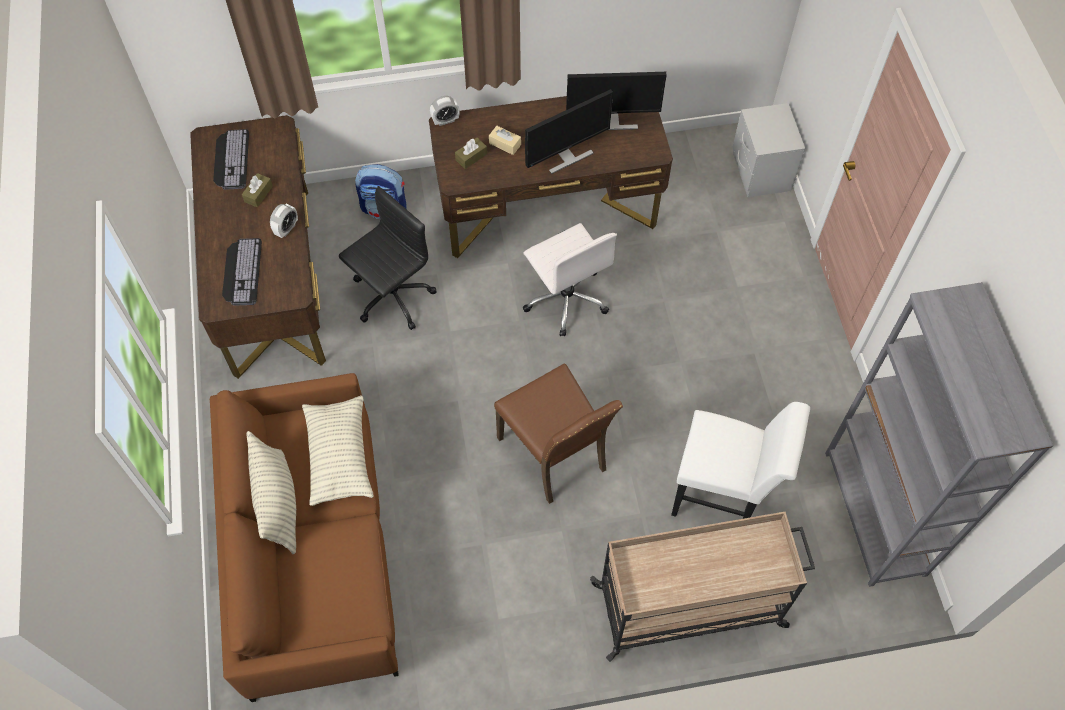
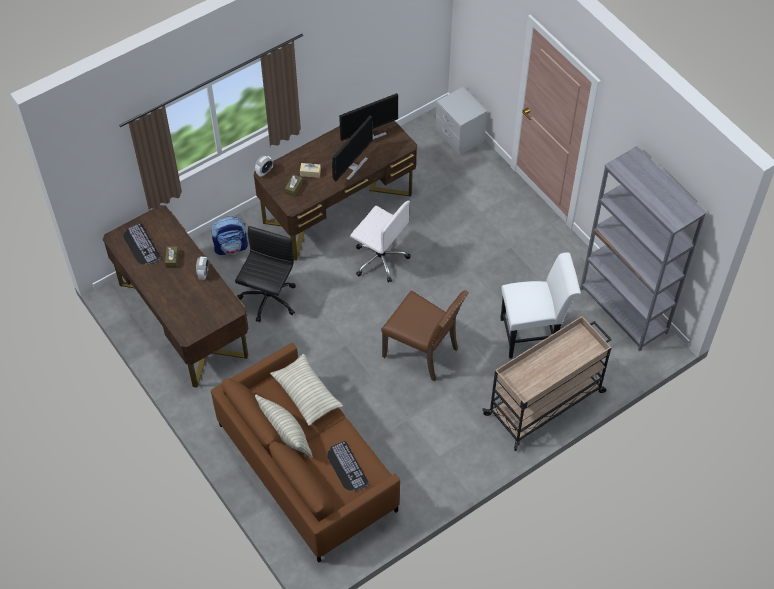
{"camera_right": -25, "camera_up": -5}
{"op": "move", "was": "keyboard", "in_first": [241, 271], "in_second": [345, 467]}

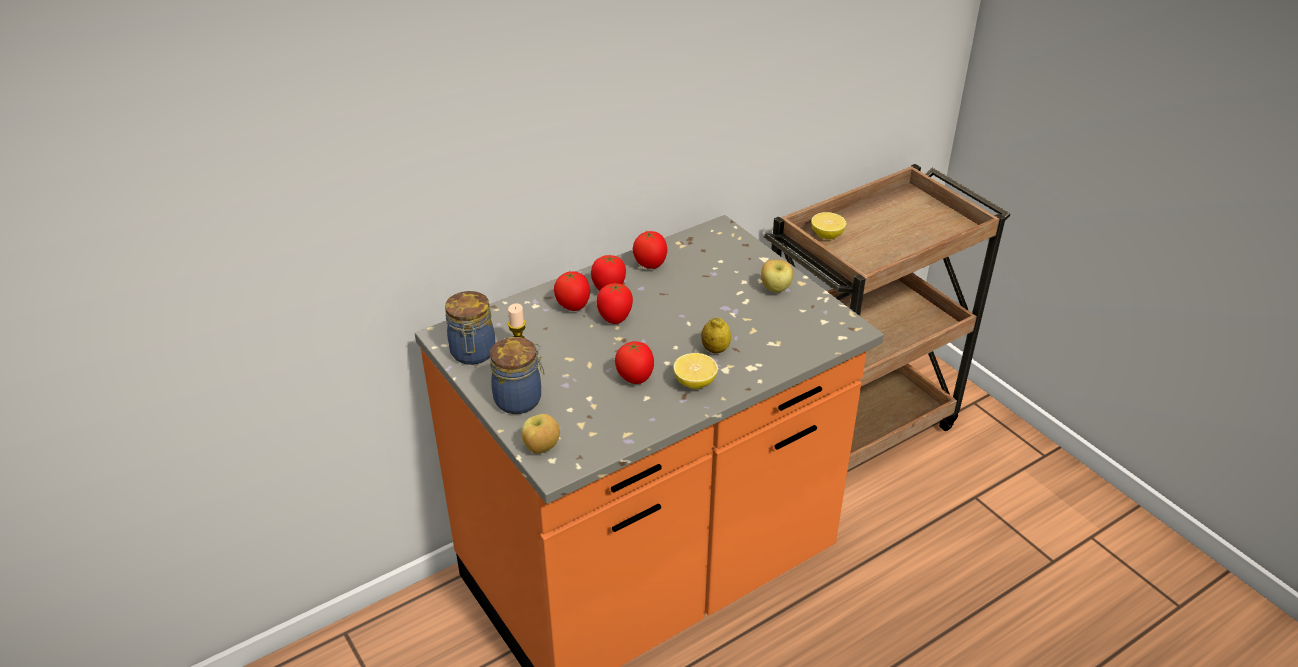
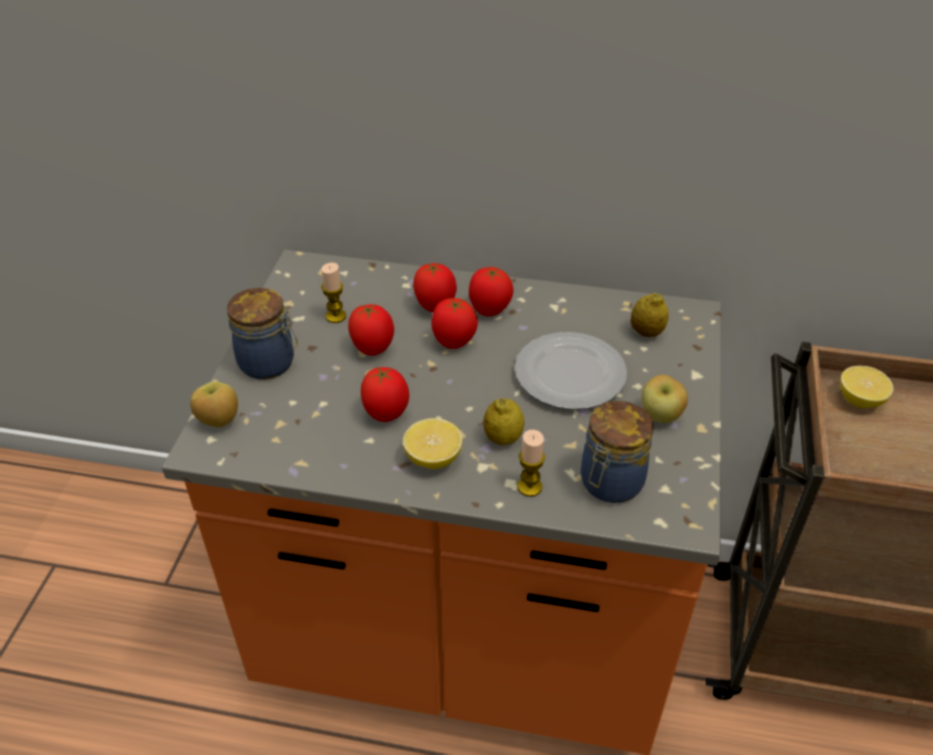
{"camera_right": 45, "camera_up": 5}
{"op": "move", "was": "jar", "in_first": [473, 353], "in_second": [609, 483]}
{"op": "move", "was": "tomato", "in_first": [650, 265], "in_second": [373, 349]}
{"op": "insert", "now": "plate", "in_second": [569, 374]}
{"op": "insert", "now": "candle", "in_second": [529, 487]}
{"op": "insert", "now": "lemon", "in_second": [646, 332]}

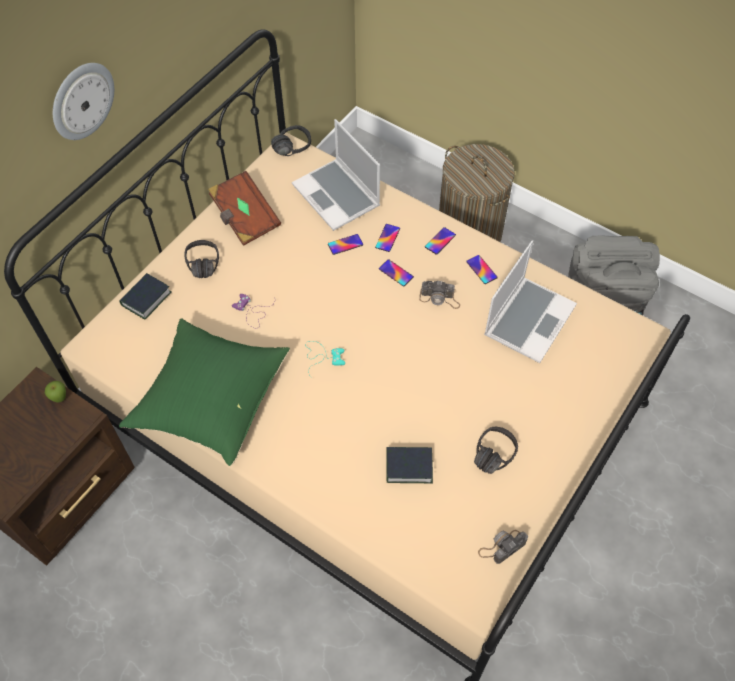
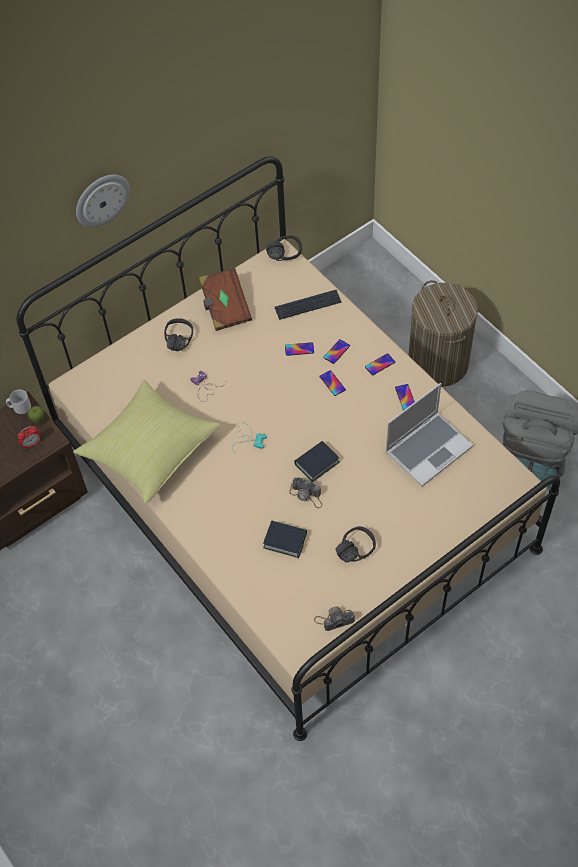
{"camera_right": 20, "camera_up": 0}
{"op": "move", "was": "book", "in_first": [146, 299], "in_second": [316, 463]}
{"op": "recolor", "was": "green pillow", "now": "yellow pillow", "in_first": [210, 400], "in_second": [150, 450]}
{"op": "replace", "was": "laptop", "now": "keyboard", "in_first": [337, 196], "in_second": [308, 305]}
{"op": "move", "was": "photo camera", "in_first": [440, 299], "in_second": [307, 495]}
{"op": "insert", "now": "grey mug", "in_second": [20, 407]}
{"op": "insert", "now": "alarm clock", "in_second": [31, 444]}

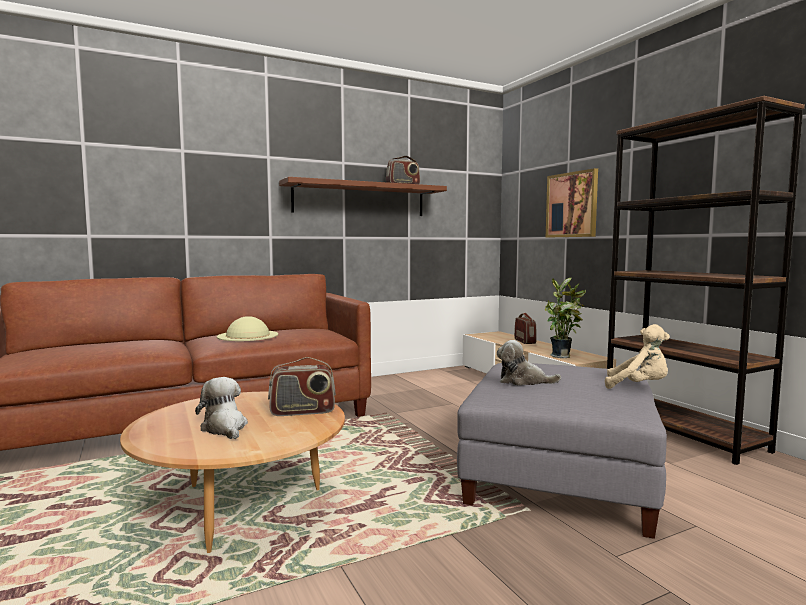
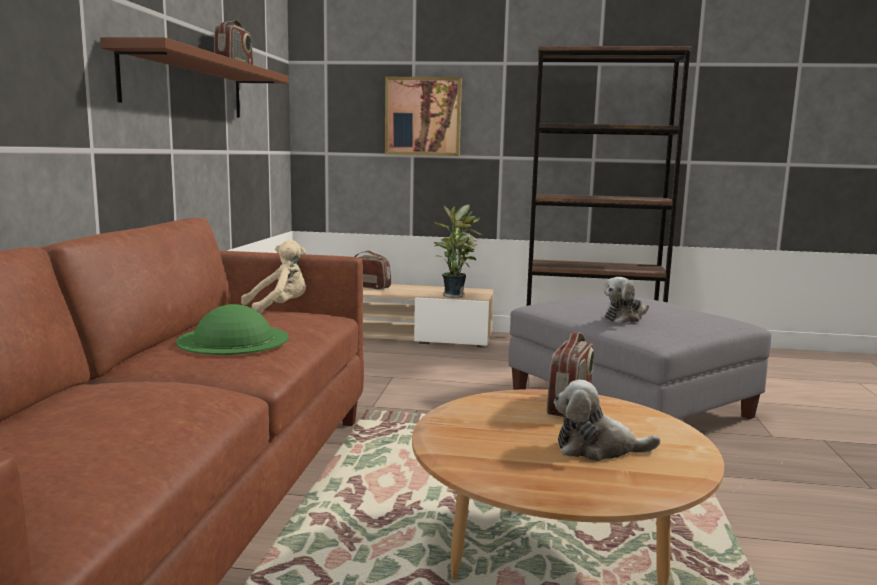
{"camera_right": -55, "camera_up": 5}
{"op": "recolor", "was": "beige hat", "now": "green hat", "in_first": [247, 335], "in_second": [233, 339]}
{"op": "move", "was": "beige plush toy", "in_first": [638, 387], "in_second": [279, 308]}

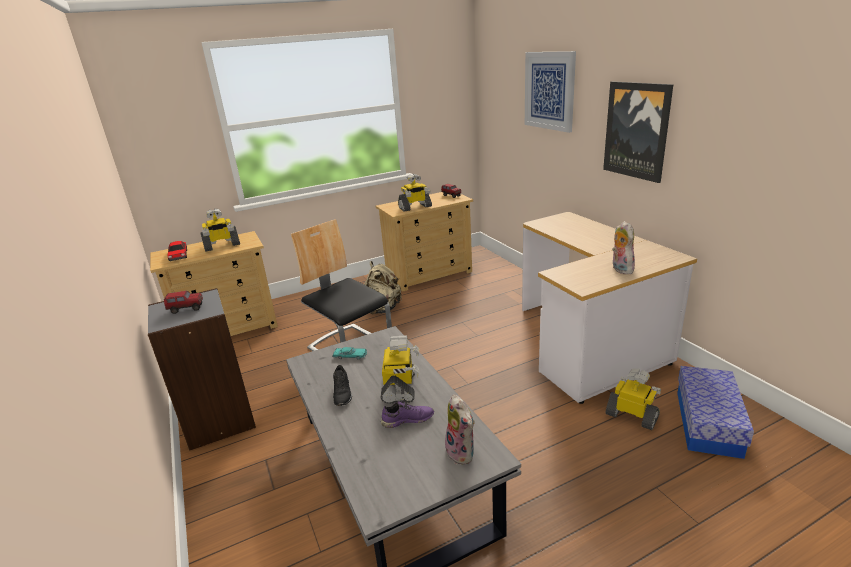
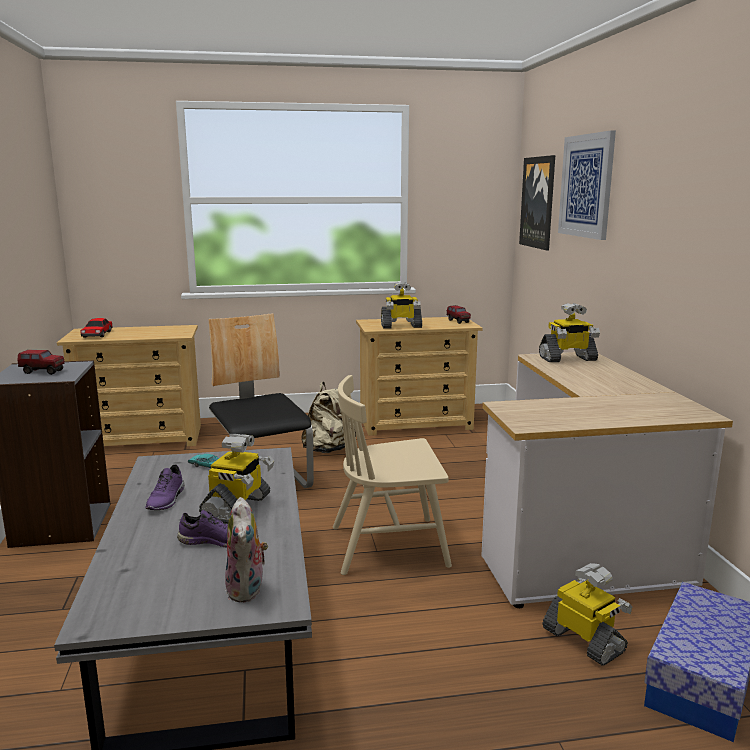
{"camera_right": 15, "camera_up": -10}
{"op": "move", "was": "toy robot", "in_first": [222, 246], "in_second": [567, 359]}
{"op": "recolor", "was": "black shoe", "now": "purple shoe", "in_first": [343, 393], "in_second": [167, 500]}
{"op": "move", "was": "picture", "in_first": [637, 130], "in_second": [538, 202]}
{"op": "delete", "was": "plush toy", "in_first": [620, 269]}
{"op": "insert", "now": "beige chair", "in_second": [389, 545]}

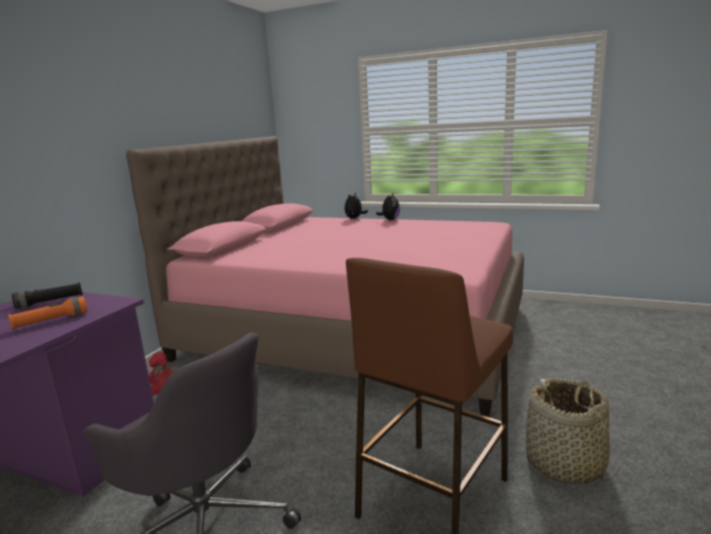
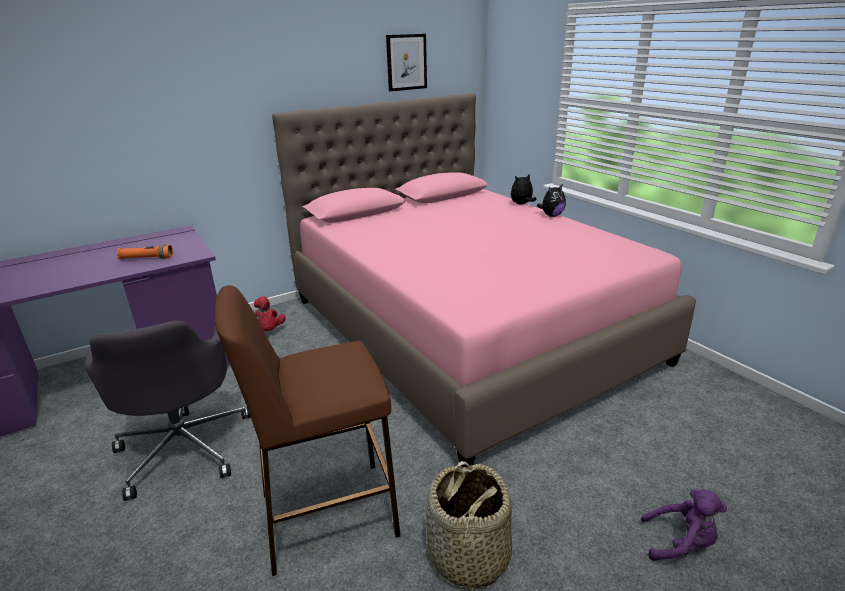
{"camera_right": 35, "camera_up": 10}
{"op": "delete", "was": "black flashlight", "in_first": [50, 302]}
{"op": "insert", "now": "picture", "in_second": [406, 62]}
{"op": "insert", "now": "purple plush toy", "in_second": [680, 543]}

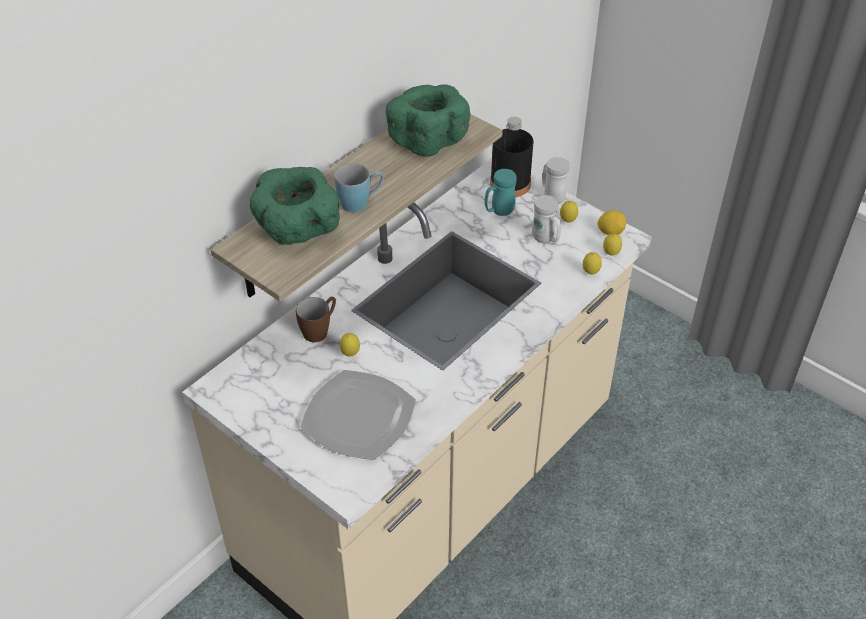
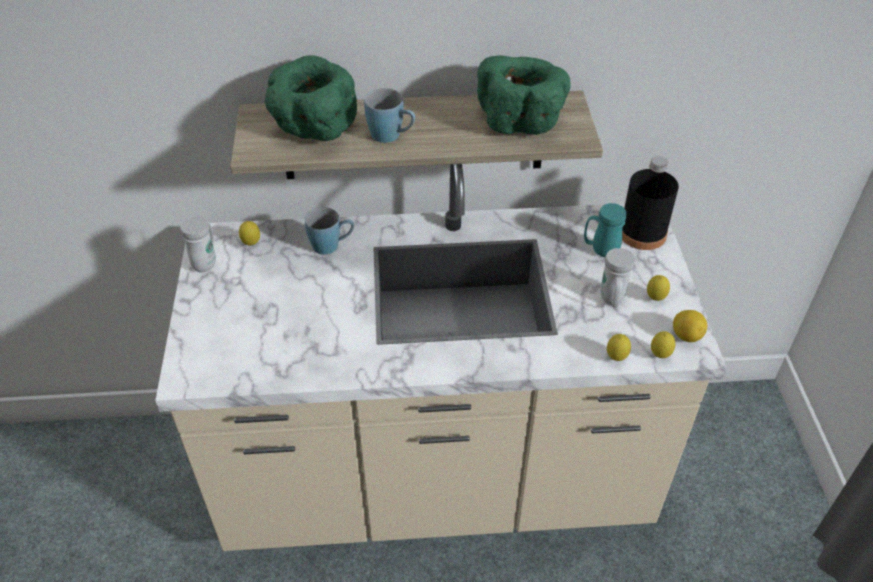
{"camera_right": 45, "camera_up": 0}
{"op": "recolor", "was": "brown mug", "now": "blue mug", "in_first": [319, 329], "in_second": [332, 245]}
{"op": "delete", "was": "plate", "in_first": [360, 417]}
{"op": "move", "was": "lemon", "in_first": [350, 354], "in_second": [251, 244]}
{"op": "move", "was": "white mug", "in_first": [551, 196], "in_second": [206, 261]}

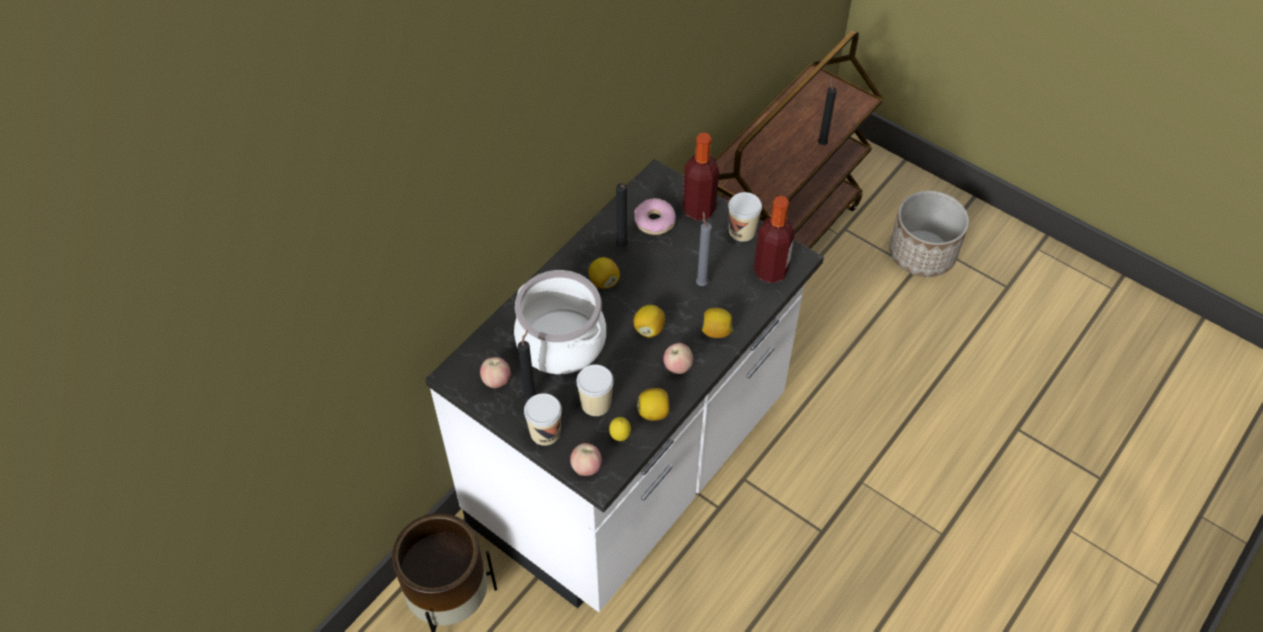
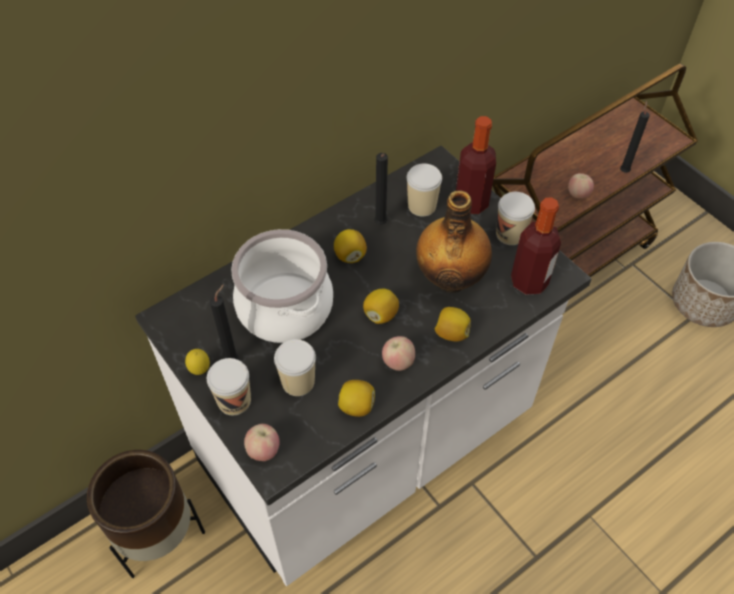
{"camera_right": 15, "camera_up": 0}
{"op": "move", "was": "apple", "in_first": [496, 381], "in_second": [578, 194]}
{"op": "move", "was": "lemon", "in_first": [620, 437], "in_second": [200, 370]}
{"op": "replace", "was": "donut", "now": "cup", "in_first": [654, 221], "in_second": [422, 206]}
{"op": "replace", "was": "grey candle", "now": "bottle", "in_first": [701, 282], "in_second": [451, 278]}

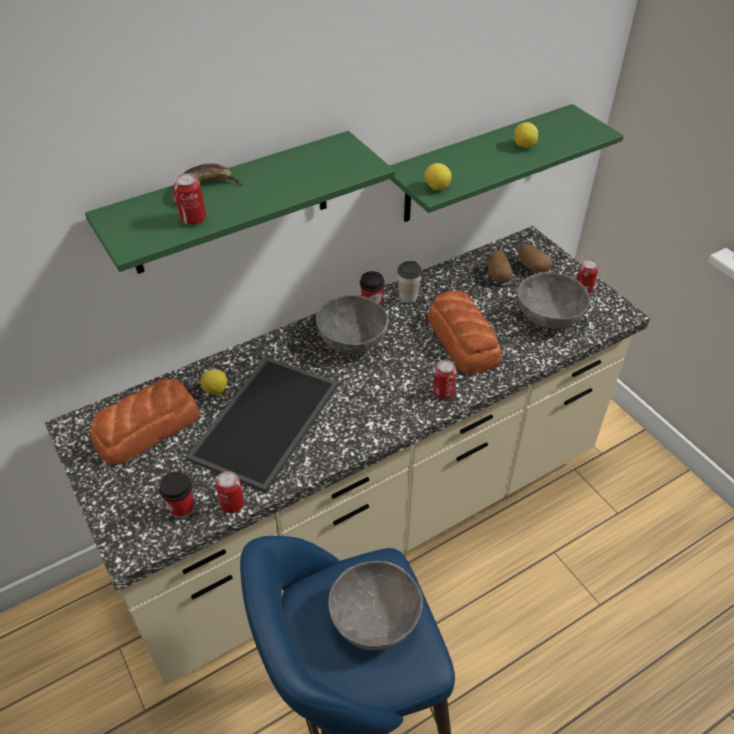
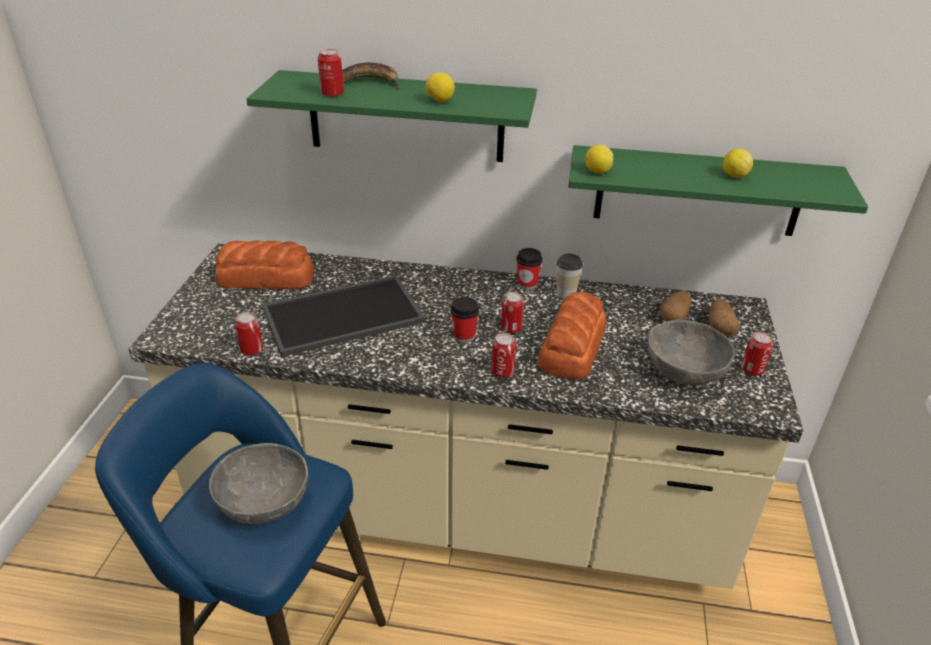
{"camera_right": 40, "camera_up": -10}
{"op": "move", "was": "cup", "in_first": [182, 508], "in_second": [464, 336]}
{"op": "move", "was": "lemon", "in_first": [215, 390], "in_second": [439, 101]}
{"op": "delete", "was": "grey bowl", "in_first": [352, 340]}
{"op": "insert", "now": "can", "in_second": [511, 328]}

